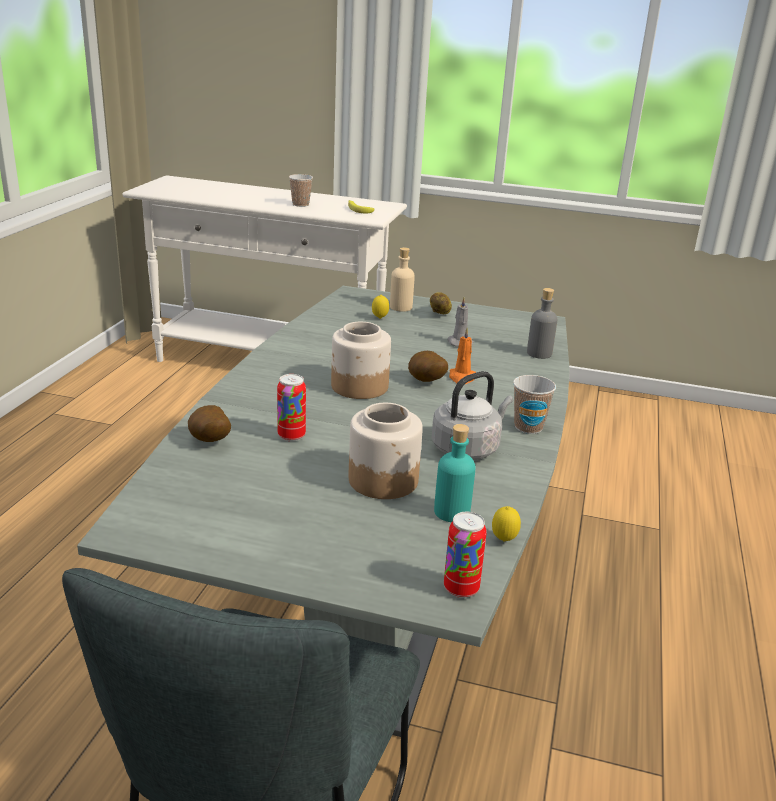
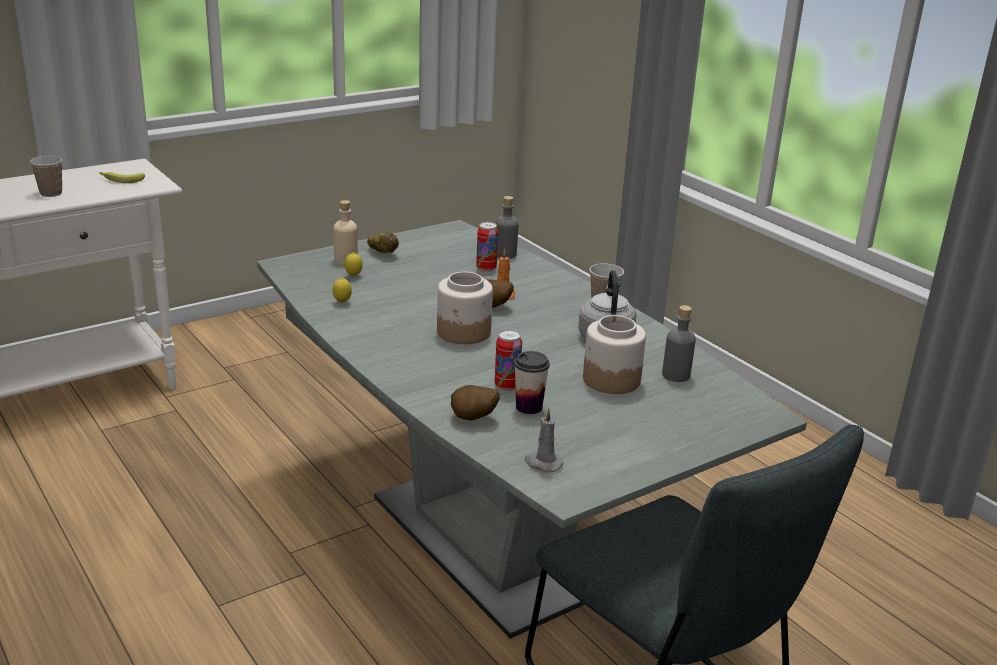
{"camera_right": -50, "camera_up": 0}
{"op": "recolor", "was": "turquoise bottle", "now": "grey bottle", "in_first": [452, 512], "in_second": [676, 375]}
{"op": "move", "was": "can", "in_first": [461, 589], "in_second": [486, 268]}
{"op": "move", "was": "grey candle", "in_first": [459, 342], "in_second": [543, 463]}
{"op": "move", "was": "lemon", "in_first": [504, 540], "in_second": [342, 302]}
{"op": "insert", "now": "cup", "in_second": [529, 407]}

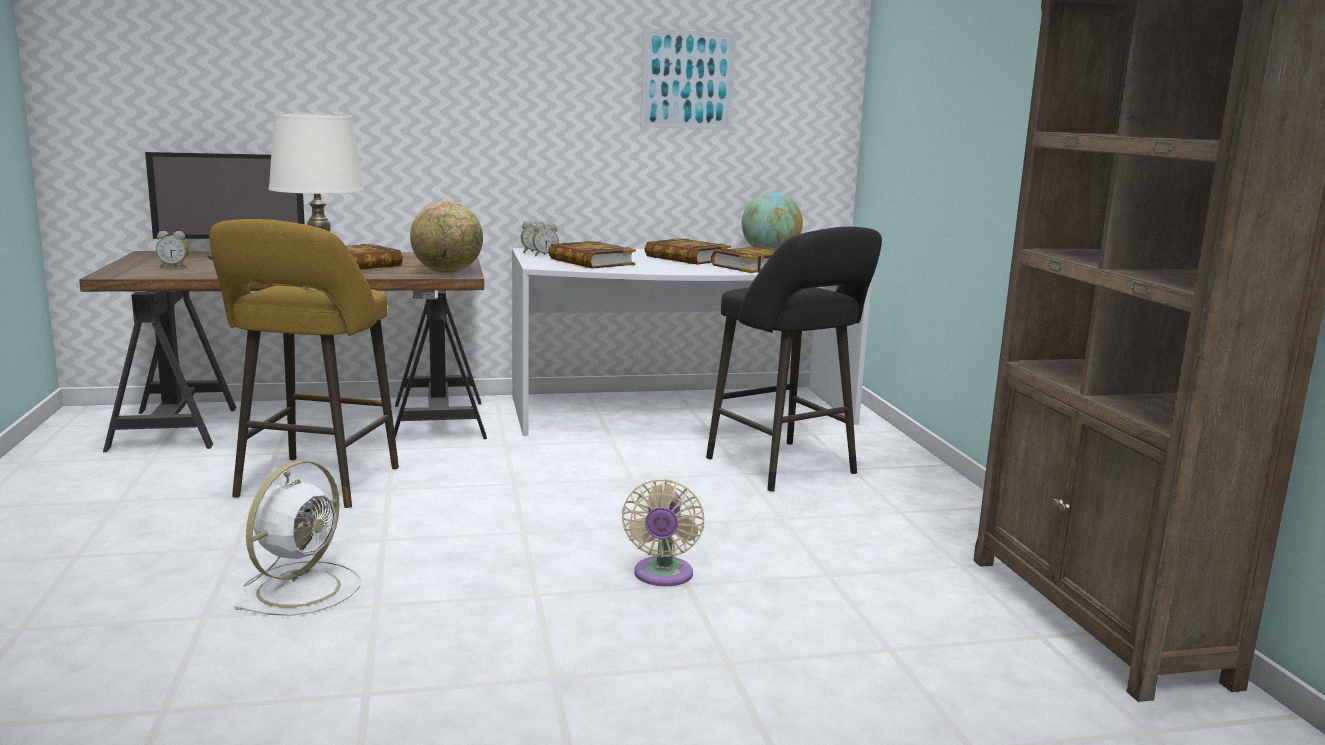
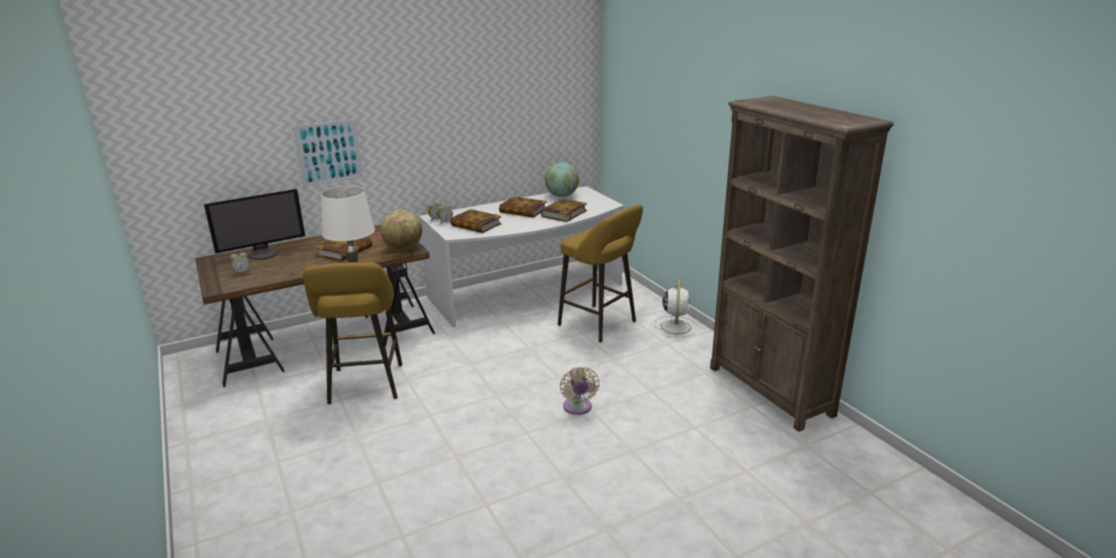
{"camera_right": -15, "camera_up": 10}
{"op": "move", "was": "white fan", "in_first": [301, 587], "in_second": [675, 326]}
{"op": "move", "was": "picture", "in_first": [687, 80], "in_second": [329, 152]}
{"op": "recolor", "was": "black stool", "now": "yellow stool", "in_first": [786, 468], "in_second": [600, 324]}

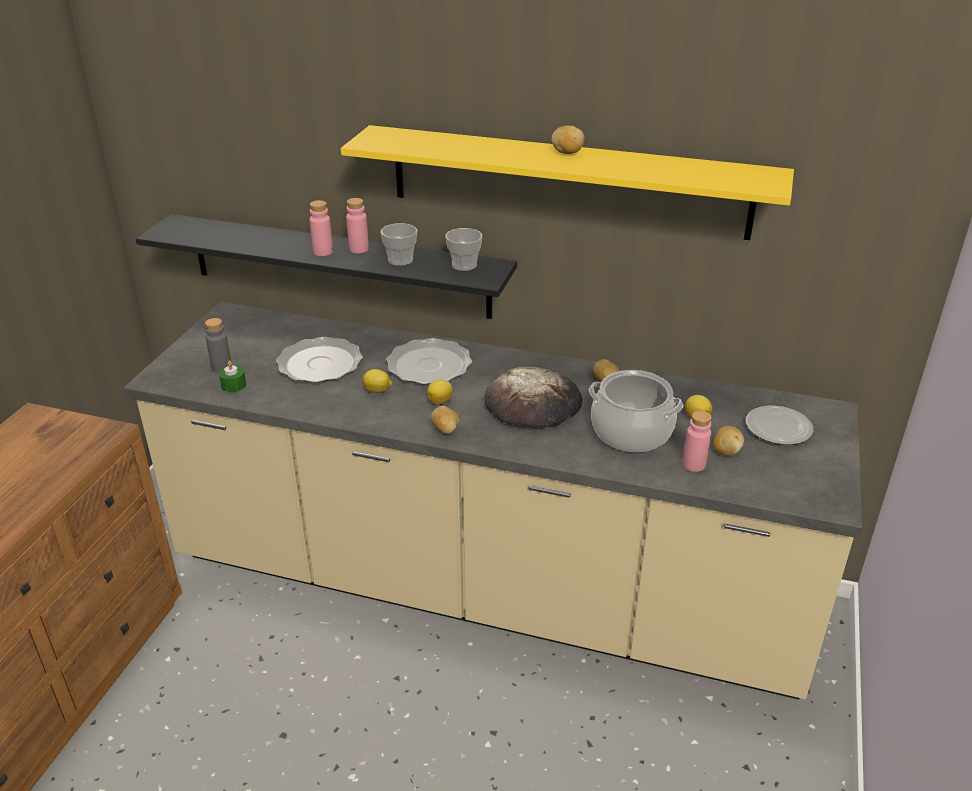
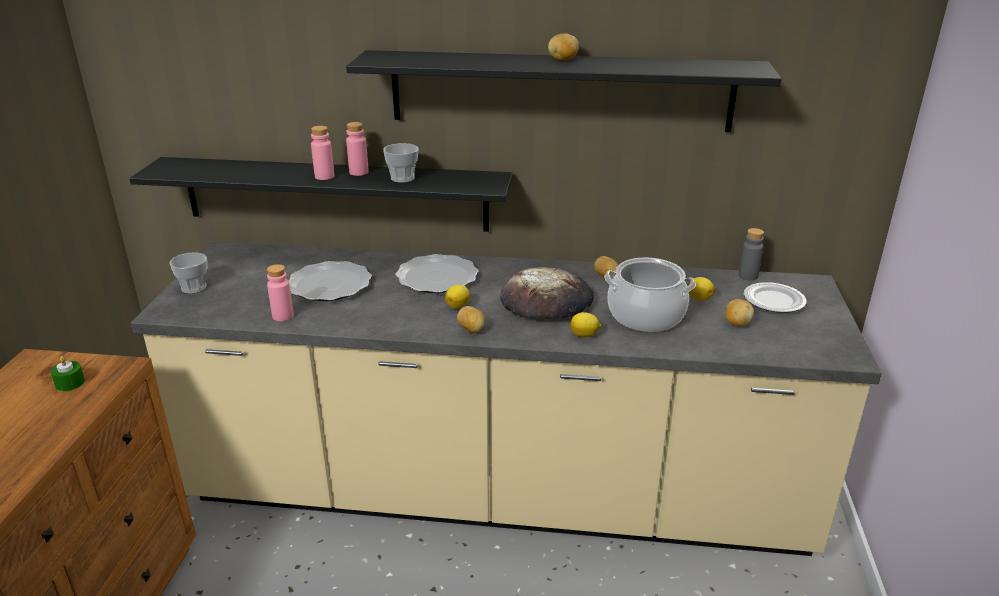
{"camera_right": -10, "camera_up": -5}
{"op": "move", "was": "grey bottle", "in_first": [221, 366], "in_second": [748, 276]}
{"op": "move", "was": "green candle", "in_first": [233, 385], "in_second": [70, 383]}
{"op": "recolor", "was": "yellow shelf", "now": "black shelf", "in_first": [567, 182], "in_second": [560, 90]}
{"op": "move", "was": "lemon", "in_first": [377, 391], "in_second": [585, 335]}
{"op": "move", "was": "cup", "in_first": [464, 265], "in_second": [194, 287]}
{"op": "move", "was": "pink bottle", "in_first": [694, 464], "in_second": [283, 316]}

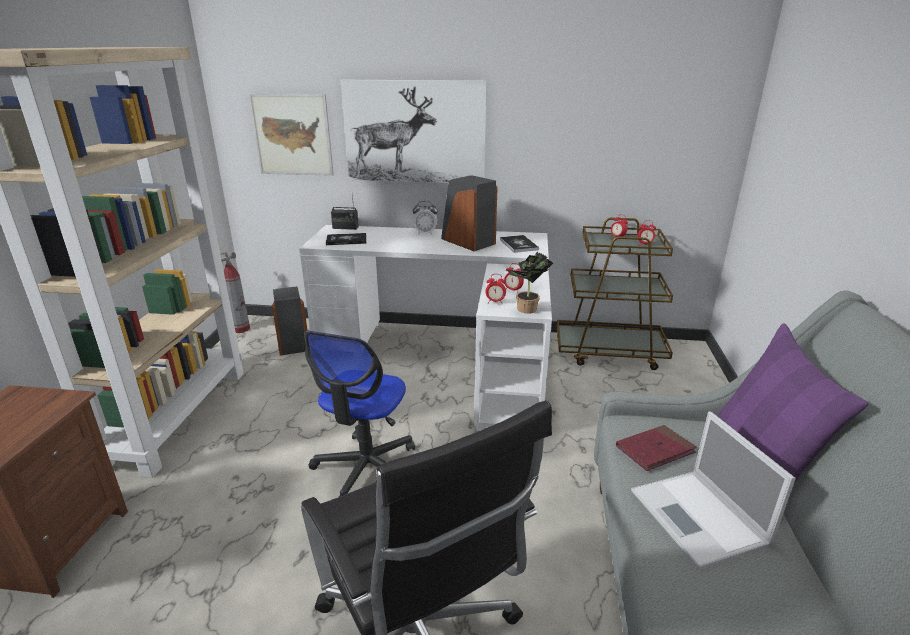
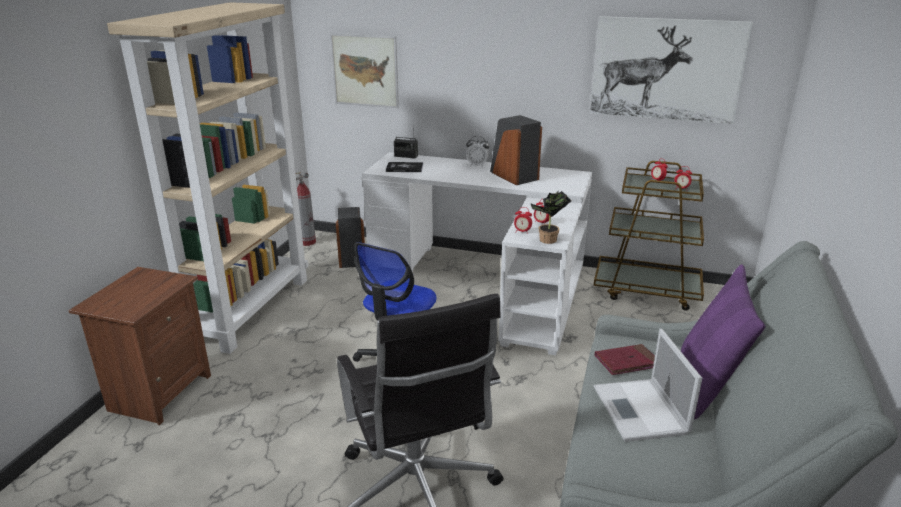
{"camera_right": 10, "camera_up": 0}
{"op": "move", "was": "picture", "in_first": [414, 132], "in_second": [666, 69]}
{"op": "delete", "was": "book", "in_first": [518, 245]}

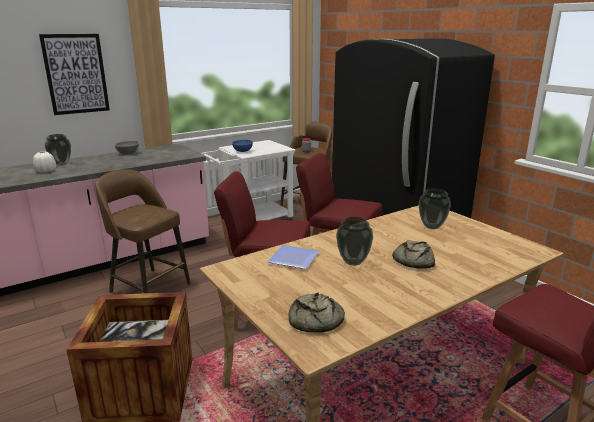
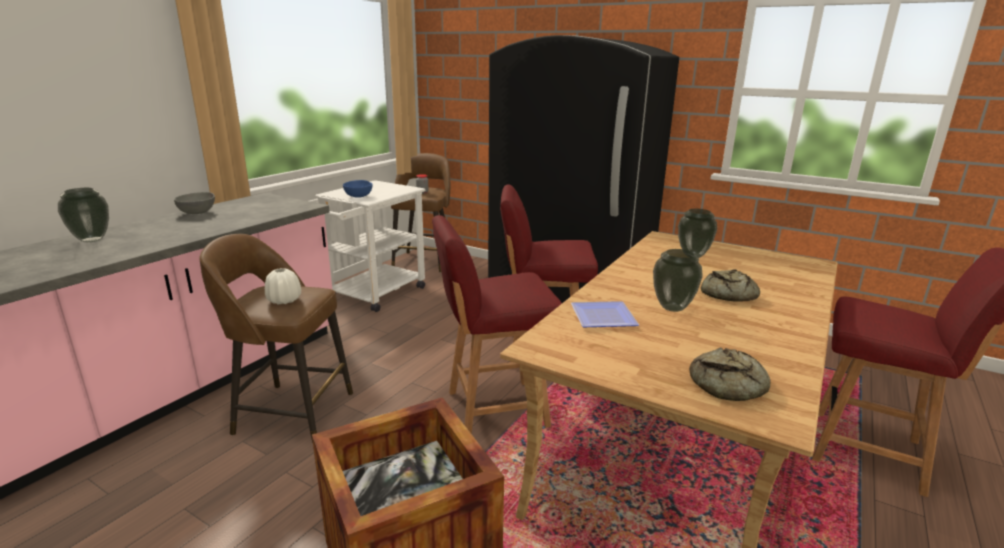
{"camera_right": -25, "camera_up": 0}
{"op": "move", "was": "white vase", "in_first": [45, 171], "in_second": [284, 300]}
{"op": "delete", "was": "picture", "in_first": [76, 74]}

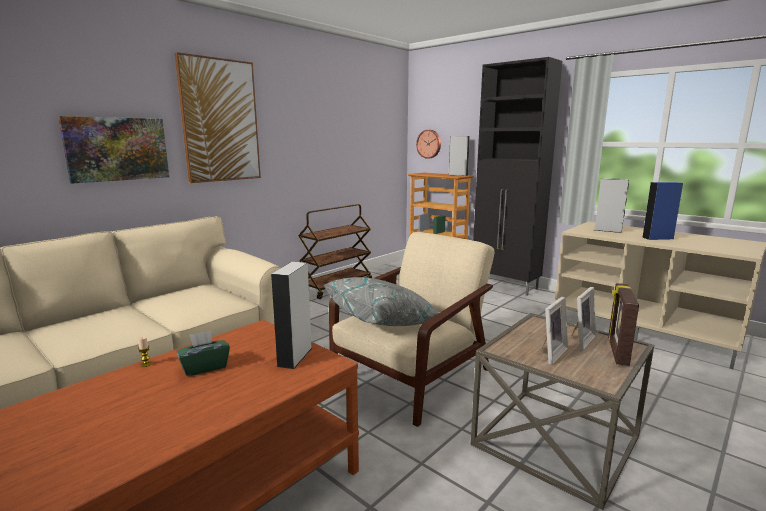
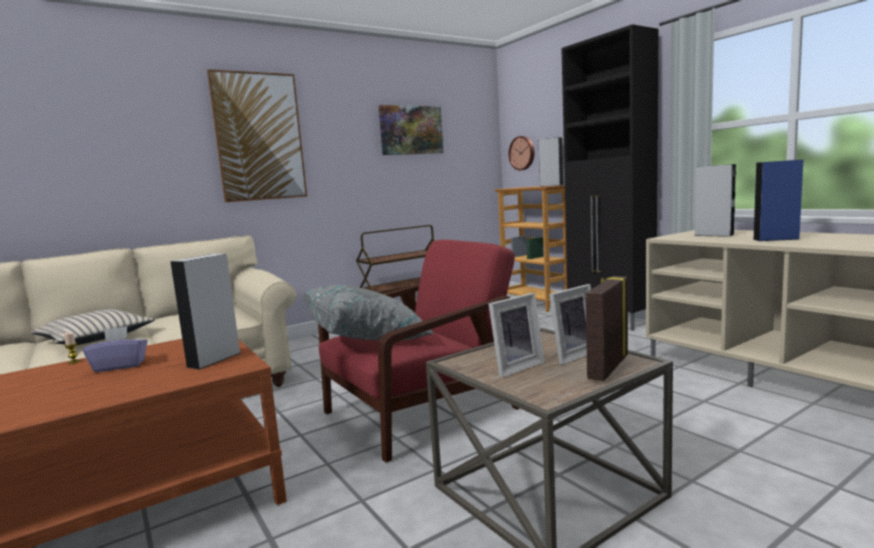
{"camera_right": 15, "camera_up": -5}
{"op": "move", "was": "picture", "in_first": [117, 149], "in_second": [411, 130]}
{"op": "recolor", "was": "green tissue box", "now": "purple tissue box", "in_first": [205, 367], "in_second": [120, 366]}
{"op": "recolor", "was": "beige armchair", "now": "red armchair", "in_first": [414, 375], "in_second": [423, 410]}
{"op": "insert", "now": "beige pillow", "in_second": [95, 338]}

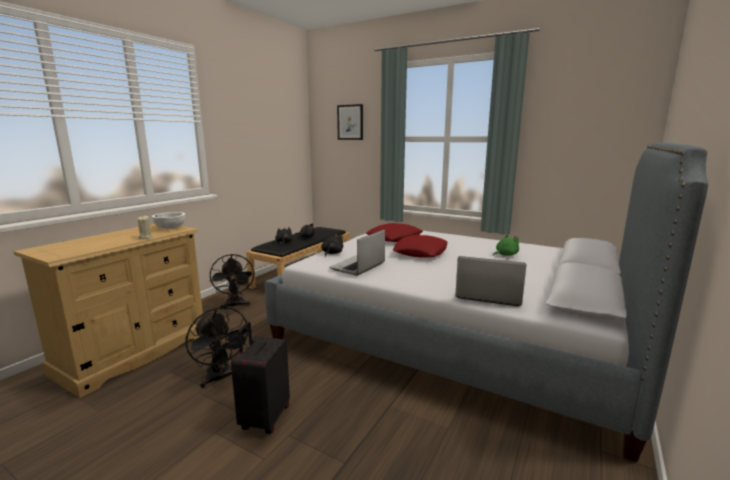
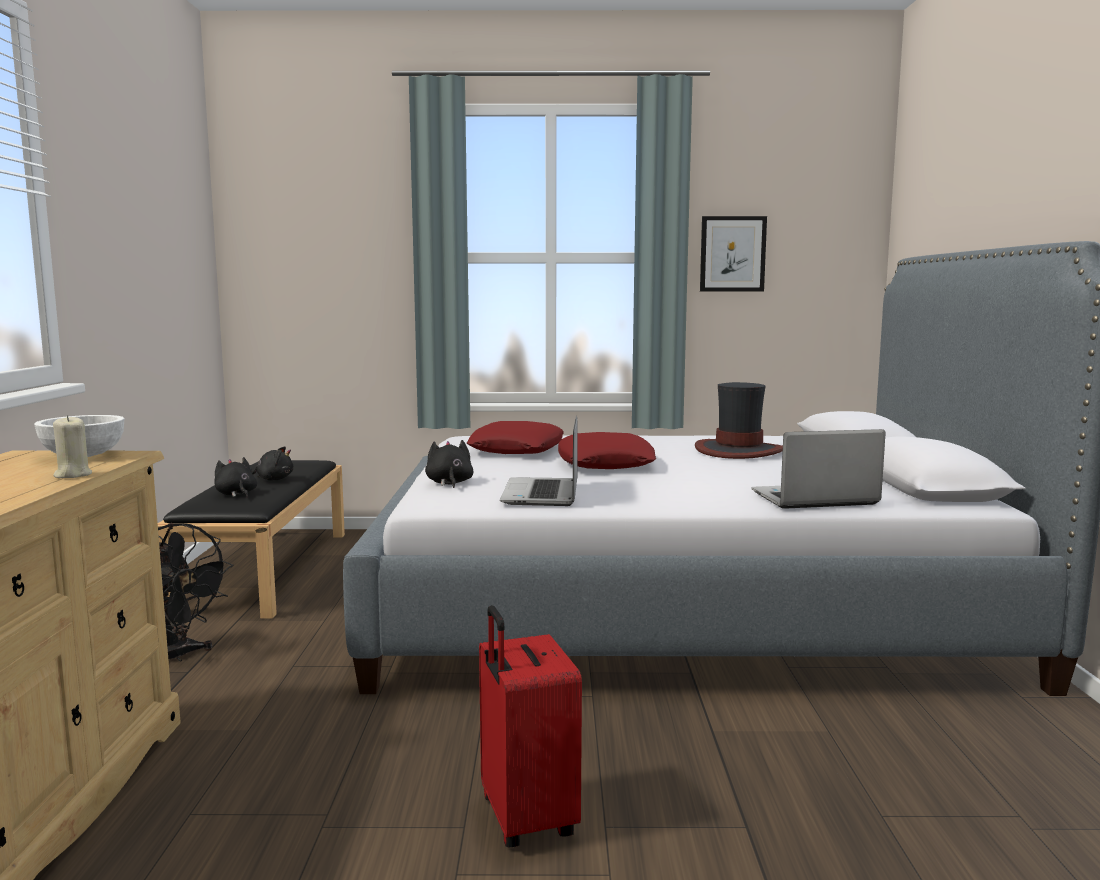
{"camera_right": -30, "camera_up": -5}
{"op": "delete", "was": "black fan", "in_first": [221, 378]}
{"op": "recolor", "was": "black suitcase", "now": "red suitcase", "in_first": [264, 418], "in_second": [524, 819]}
{"op": "move", "was": "picture", "in_first": [350, 122], "in_second": [732, 254]}
{"op": "replace", "was": "green plush toy", "now": "hat", "in_first": [505, 255], "in_second": [738, 451]}

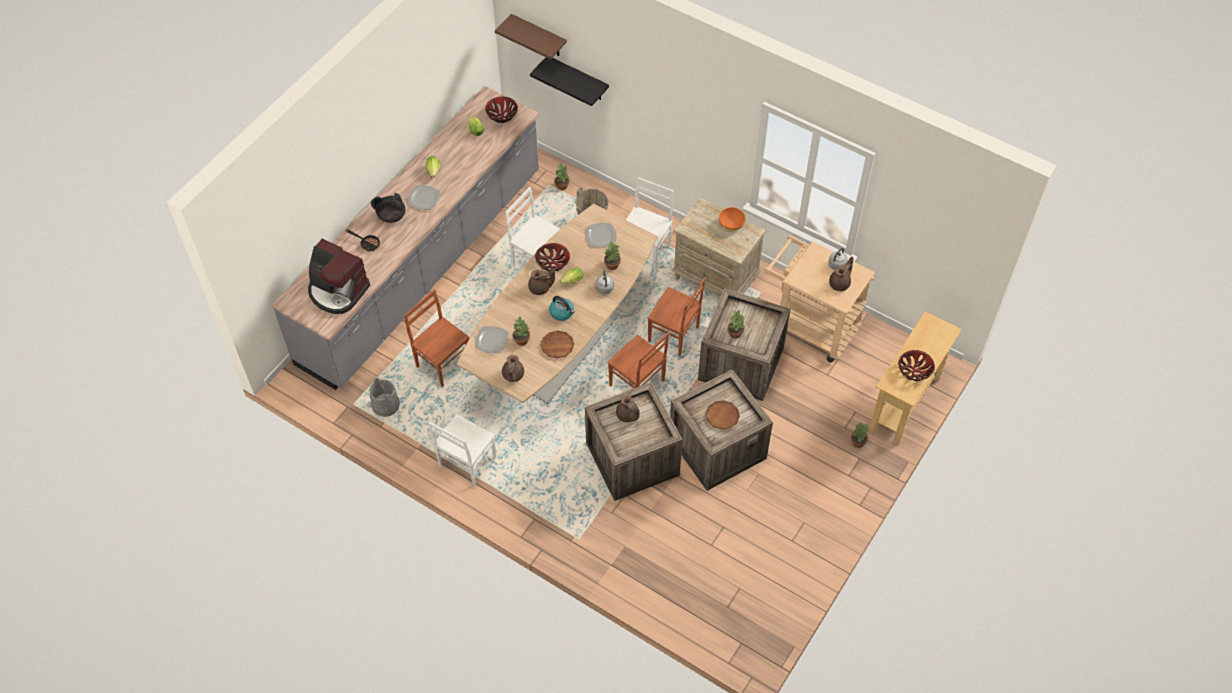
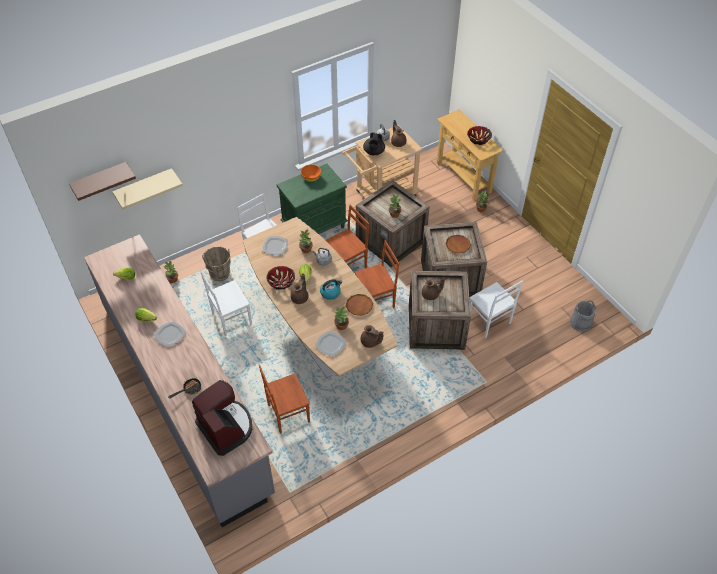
{"camera_right": -65, "camera_up": -5}
{"op": "rotate", "was": "coffee machine", "in_first": [338, 291], "in_second": [226, 427], "clockwise": -90}
{"op": "move", "was": "grey bucket", "in_first": [385, 405], "in_second": [580, 323]}
{"op": "move", "was": "black teapot", "in_first": [391, 216], "in_second": [374, 152]}
{"op": "move", "was": "white chair", "in_first": [466, 462], "in_second": [488, 321]}
{"op": "delete", "was": "bowl", "in_first": [501, 115]}
{"op": "recolor", "was": "black shelf", "now": "beige shelf", "in_first": [578, 79], "in_second": [144, 187]}
{"op": "recolor", "was": "beige nightstand", "now": "green nightstand", "in_first": [716, 278], "in_second": [314, 226]}

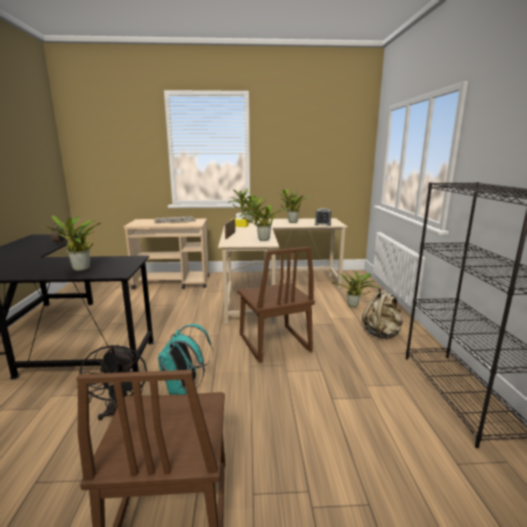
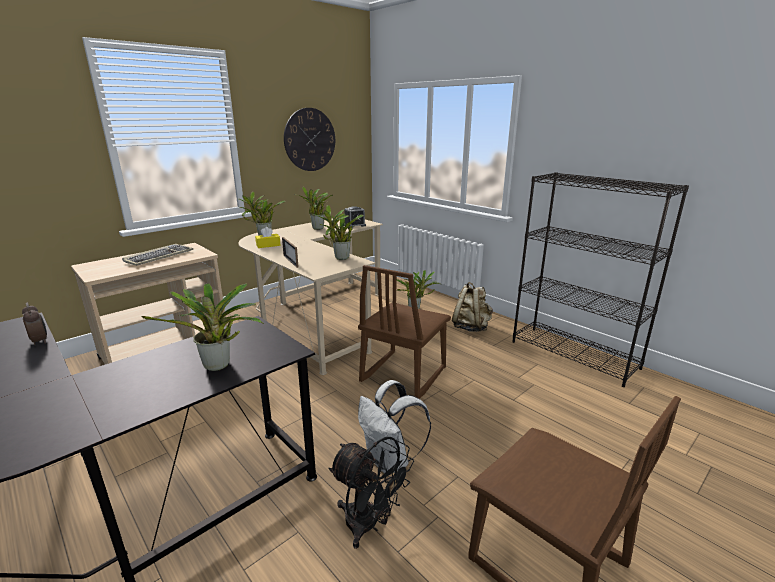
{"camera_right": -40, "camera_up": 5}
{"op": "recolor", "was": "turquoise backpack", "now": "white backpack", "in_first": [184, 388], "in_second": [390, 461]}
{"op": "rotate", "was": "brown chair", "in_first": [273, 344], "in_second": [402, 374], "clockwise": 90}
{"op": "insert", "now": "wall clock", "in_second": [310, 140]}

